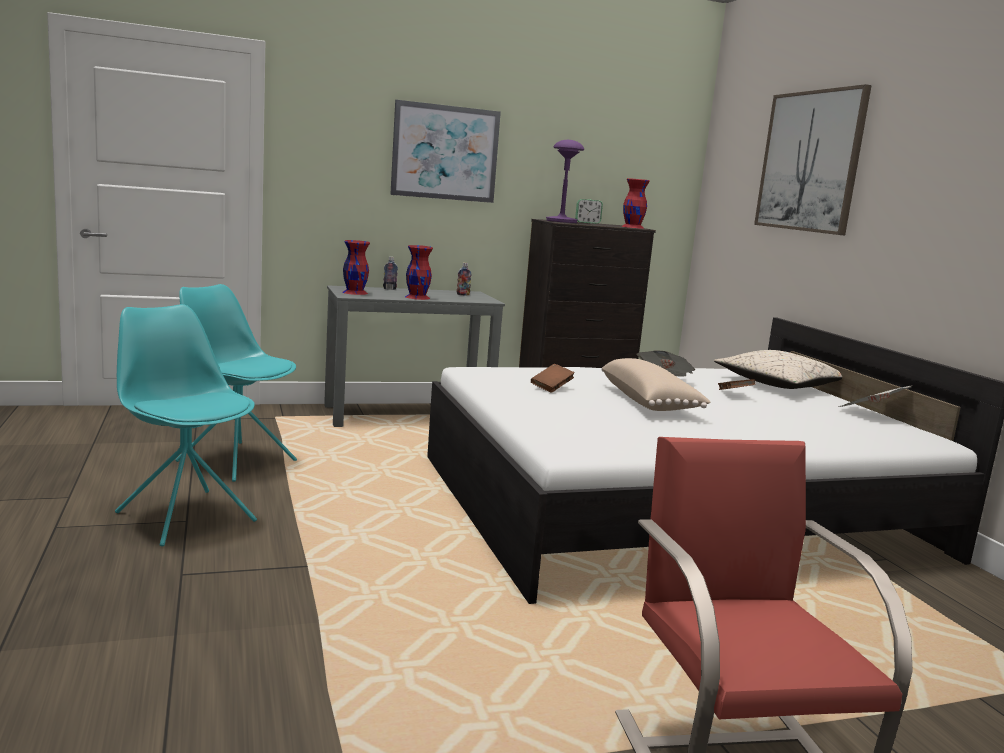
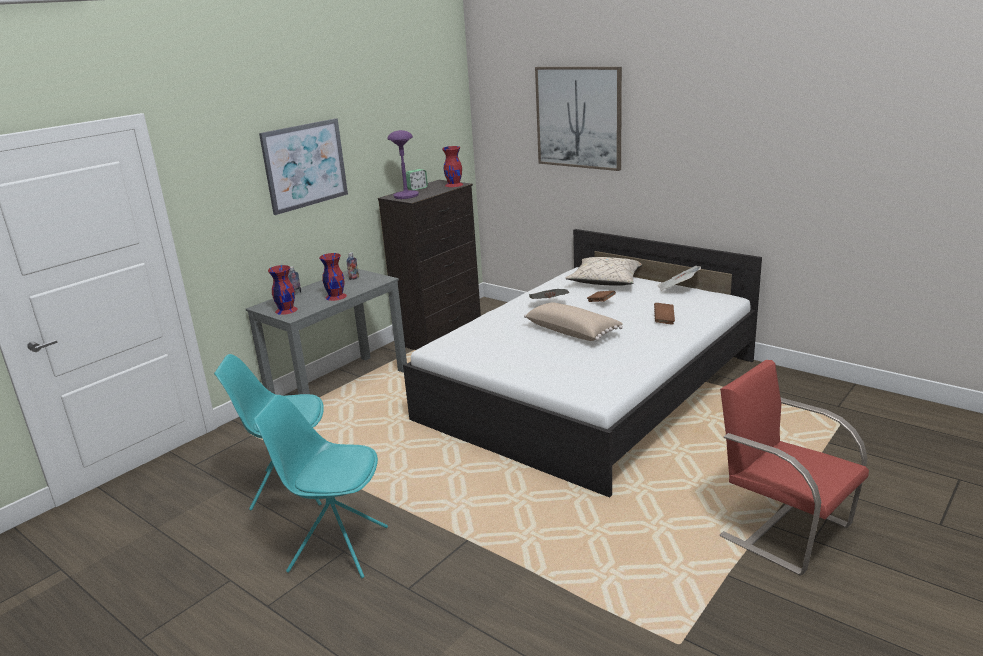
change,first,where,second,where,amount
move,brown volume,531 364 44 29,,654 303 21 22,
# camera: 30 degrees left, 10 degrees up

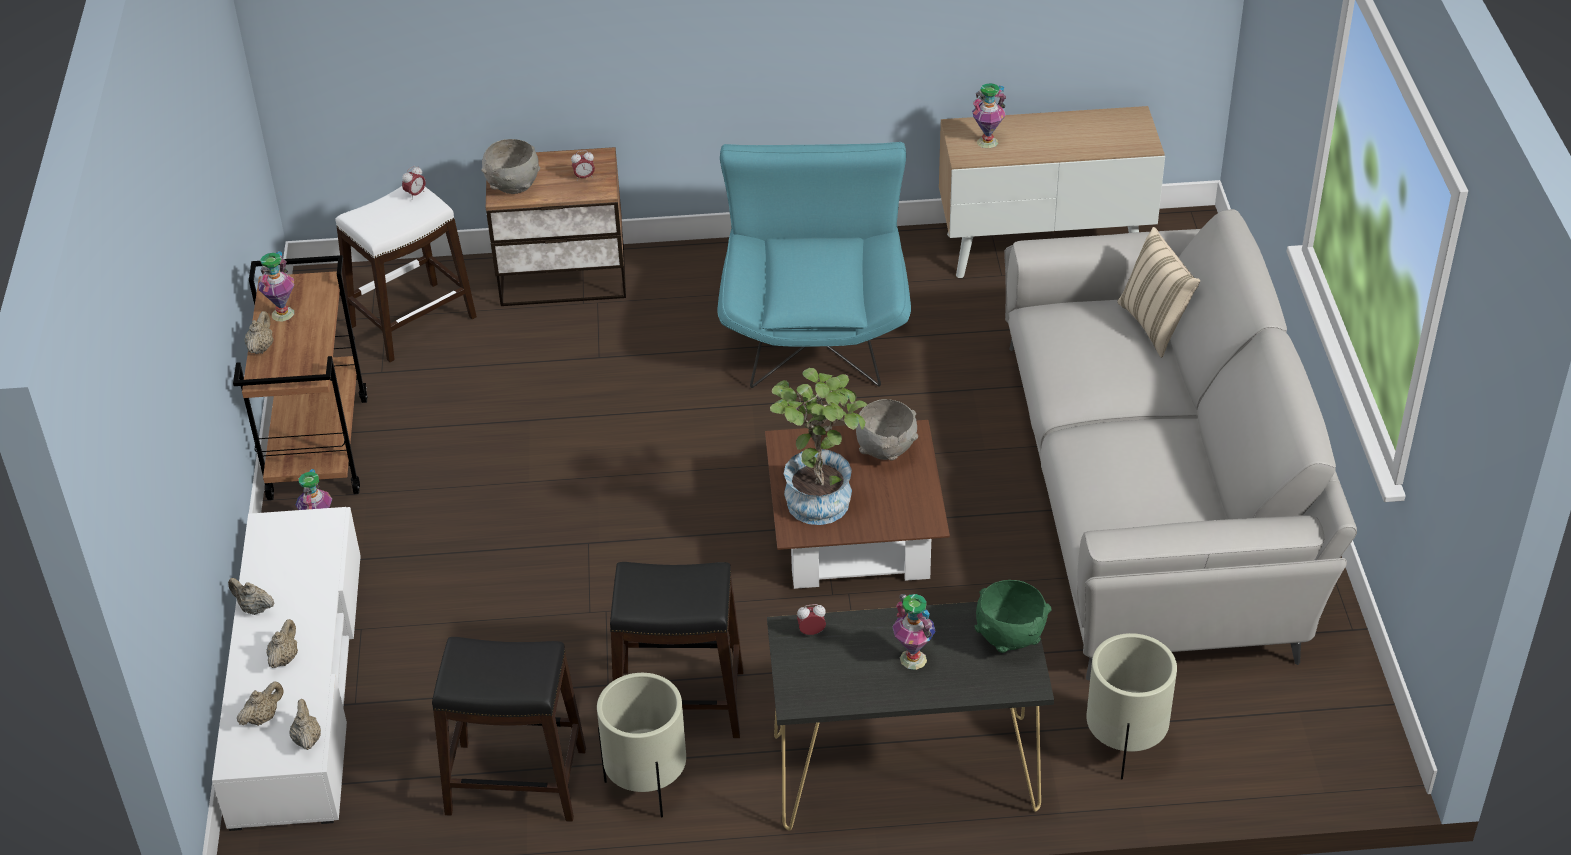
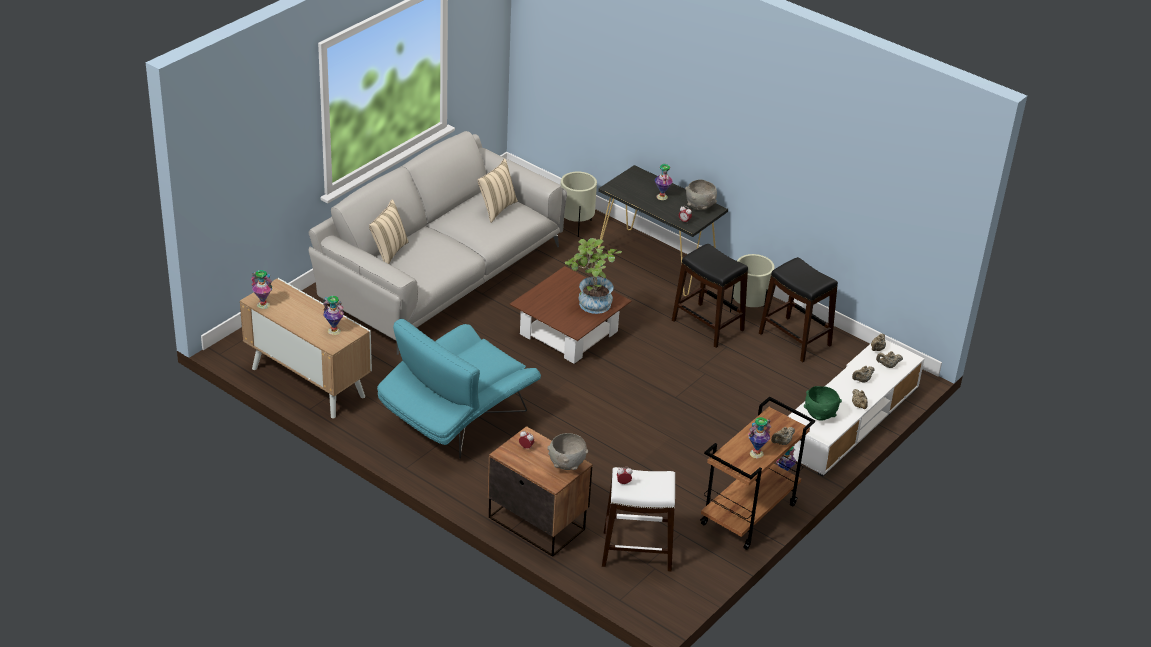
change,first,where,second,where,amount
insert,,,vase,251 270 21 39,
insert,,,sand-coloured pillow,478 158 40 65,
move,gray deep dish,856 399 62 62,,685 179 32 31,
move,greenish deep dish,975 580 77 73,,804 386 38 35,
# camera: 140 degrees left, 5 degrees down

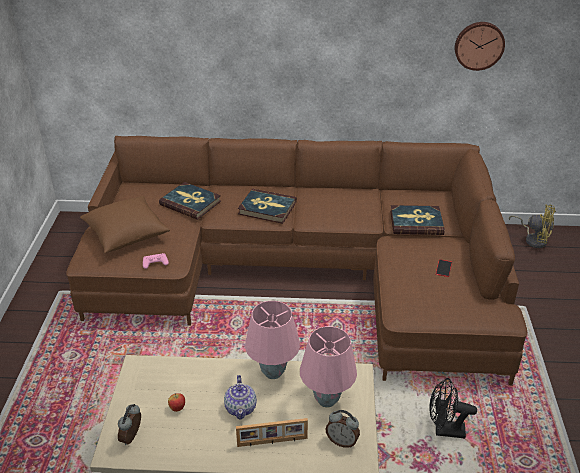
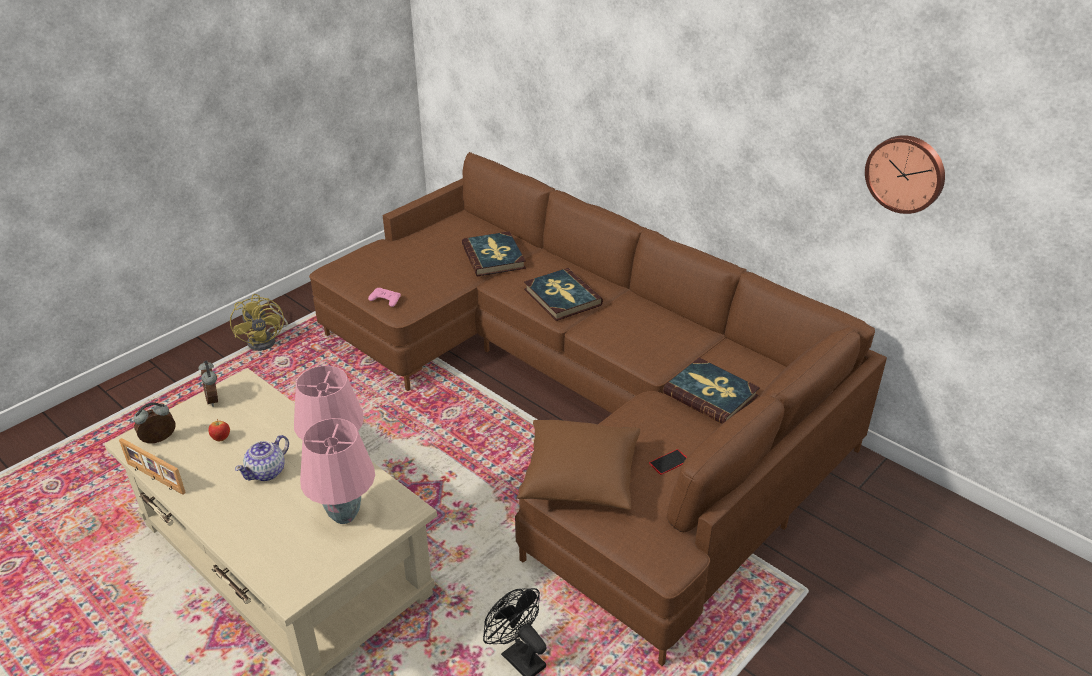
change,first,where,second,where,amount
move,brown pillow,80 196 90 57,,517 420 123 90,
move,photo frame,236 418 72 29,,119 438 67 57,
move,alarm clock,326 410 34 38,,198 361 20 46,
move,yellow cooling fan,509 205 47 43,,230 294 58 57,
# camera: 40 degrees right, 0 degrees up

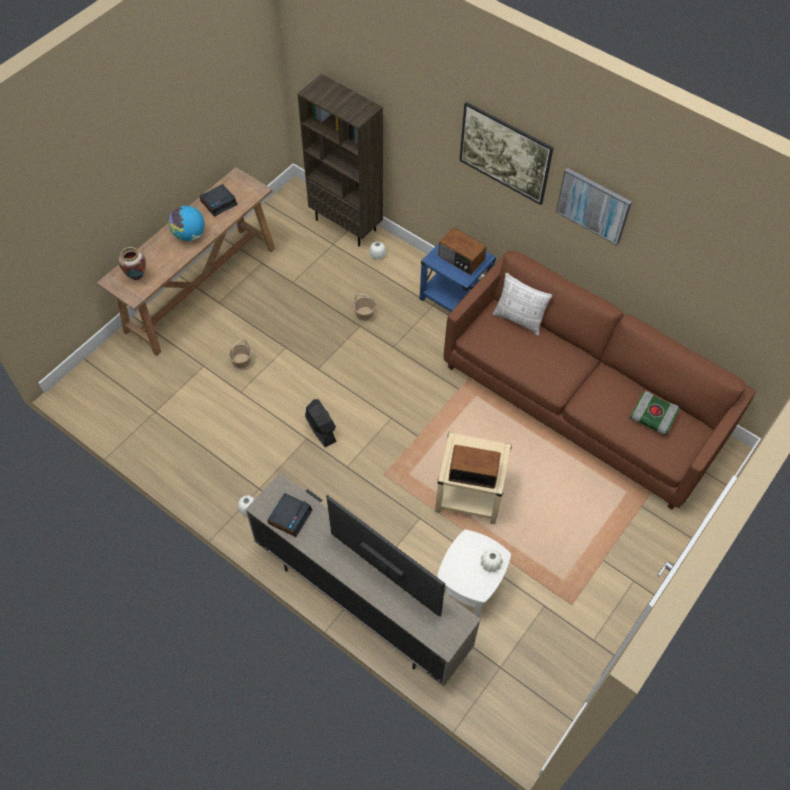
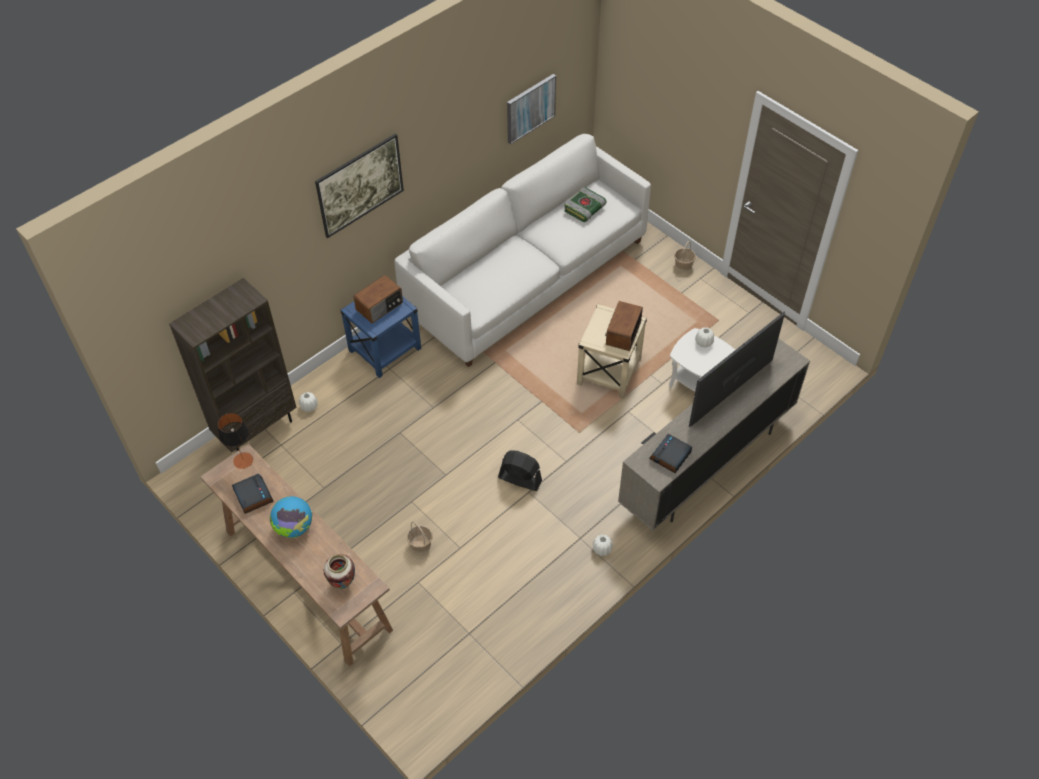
change,first,where,second,where,amount
delete,pillow,493 273 59 63,,,
insert,,,tabletop lamp,218 413 35 56,
move,household basket,353 294 23 28,,674 241 22 31,
move,wall picture,556 168 76 77,,507 74 49 70,
recolor,brown sofa,443 251 312 259,whitish sofa,394 134 257 233,
rotate,alarm clock,267 493 45 44,,650 434 42 39,90 degrees counterclockwise
rotate,black-coloured cooling fan,305 399 32 48,,498 450 44 41,45 degrees clockwise
# camera: 80 degrees left, 5 degrees down

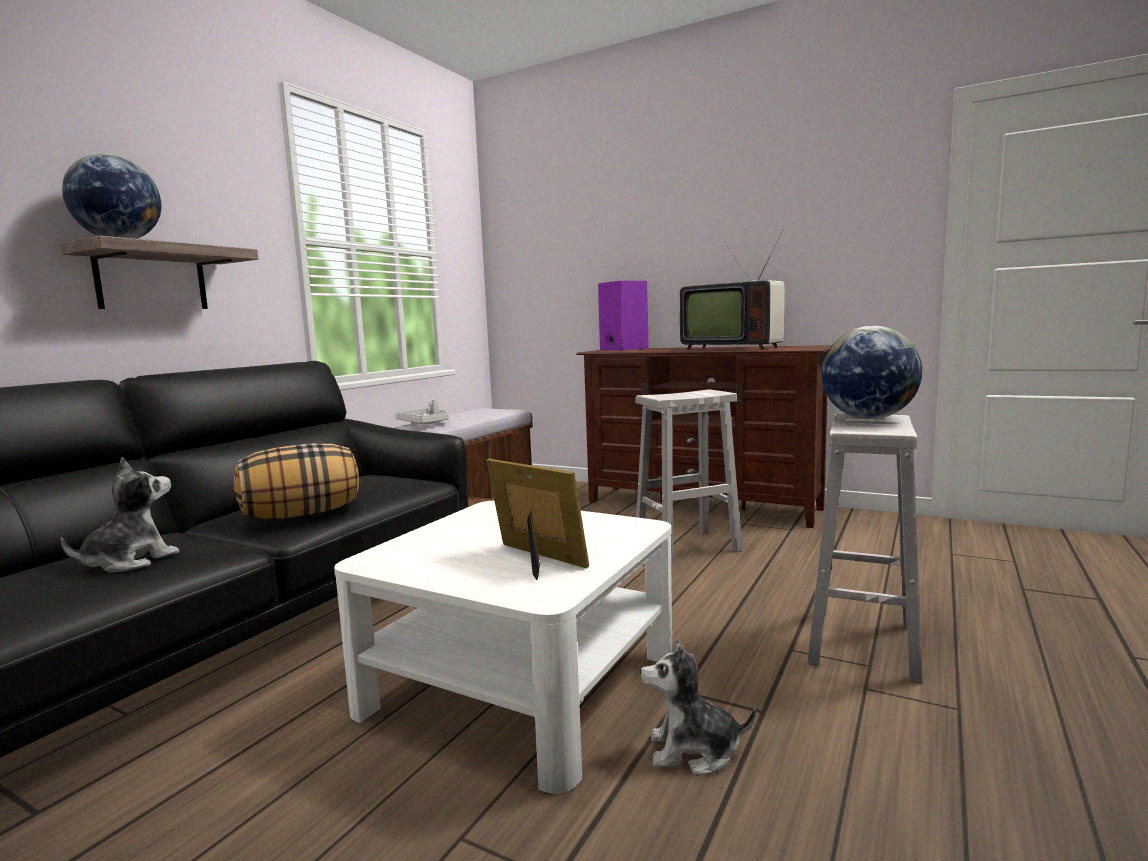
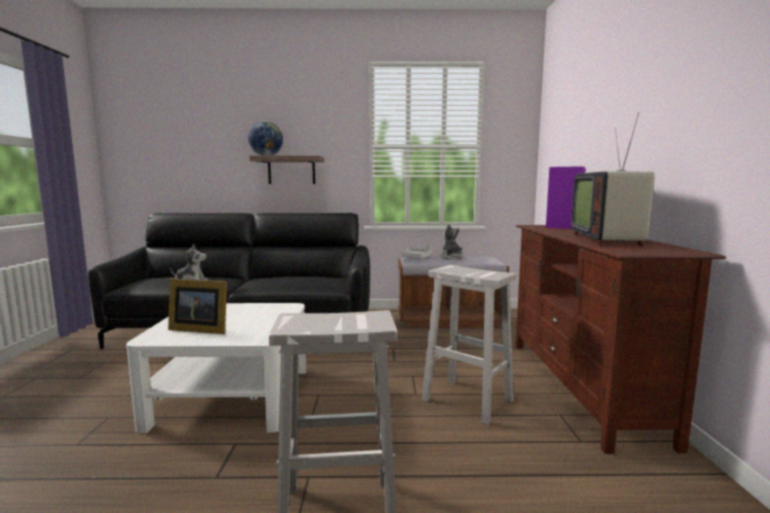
change,first,where,second,where,amount
delete,pillow,234 444 125 75,,,
delete,world globe,821 326 101 93,,,
move,cuddly toy,640 639 116 136,,439 224 24 36,
rotate,photo frame,486 459 103 121,,168 279 59 55,90 degrees clockwise
# camera: 60 degrees right, 0 degrees up

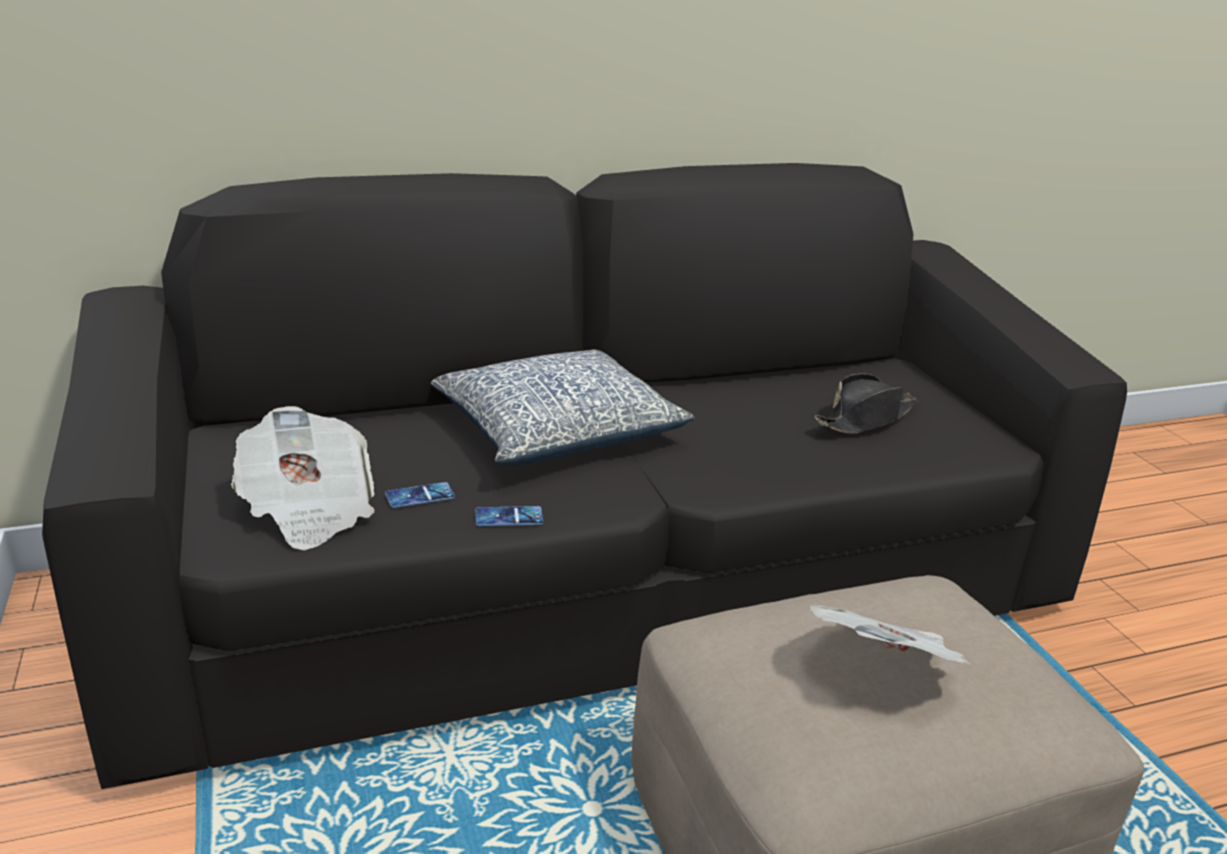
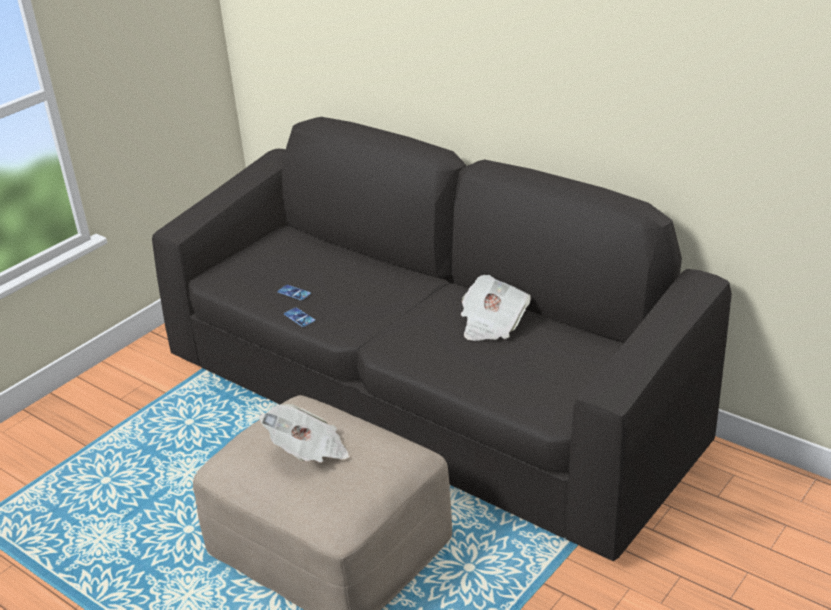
change,first,where,second,where,amount
delete,pillow,431 349 264 116,,,
delete,black-coloured hat,815 374 103 60,,,
move,newspaper,231 406 143 144,,461 275 70 66,
# camera: 60 degrees right, 5 degrees up

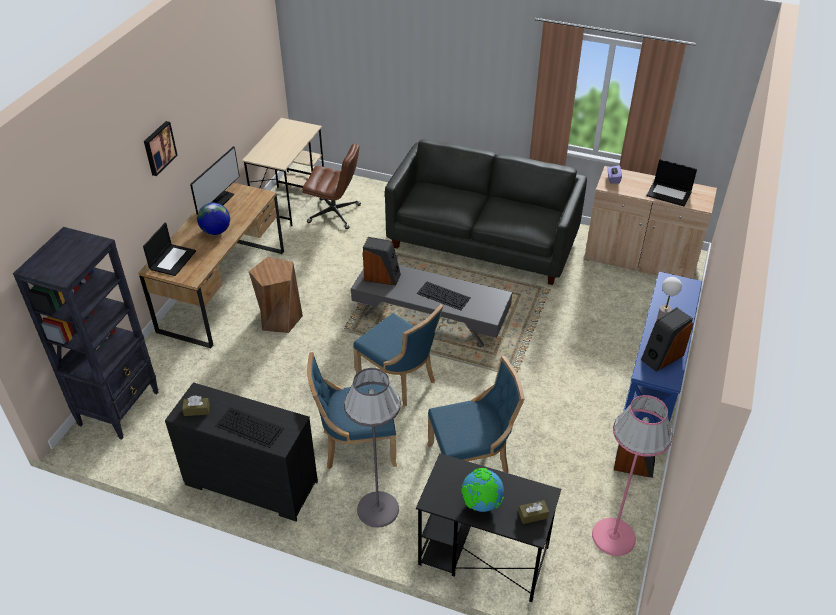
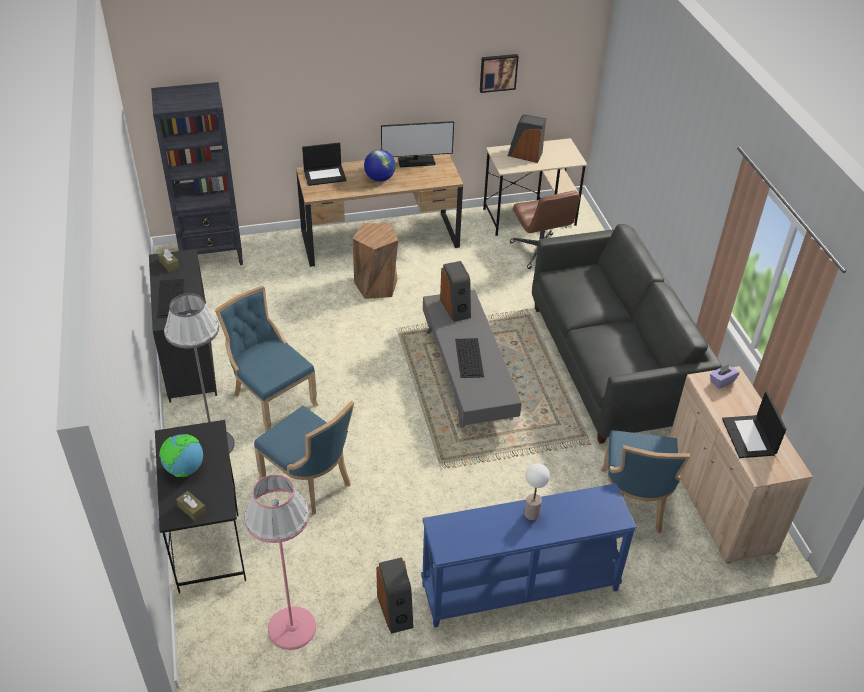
change,first,where,second,where,amount
move,wall picture,144 121 34 55,,480 54 39 39,
move,blue plain chair,353 304 90 102,,601 430 89 104,
move,audio speaker,641 307 52 65,,508 114 38 49,
# camera: 55 degrees right, 0 degrees up

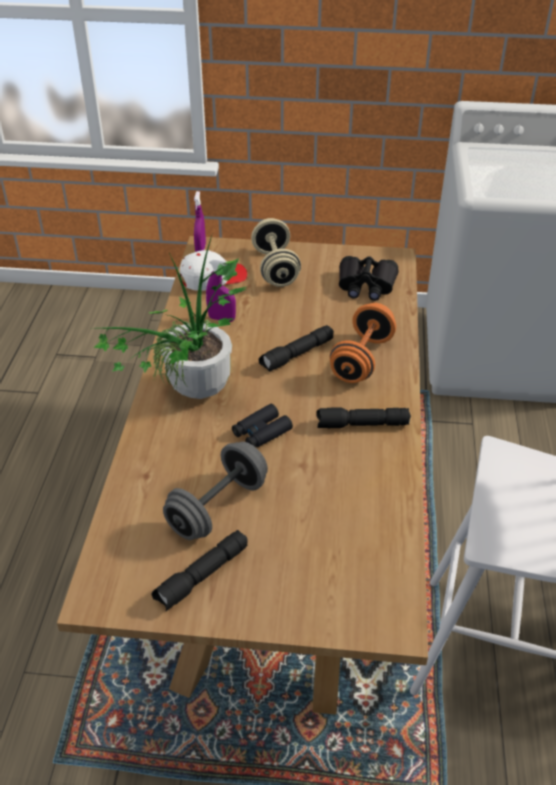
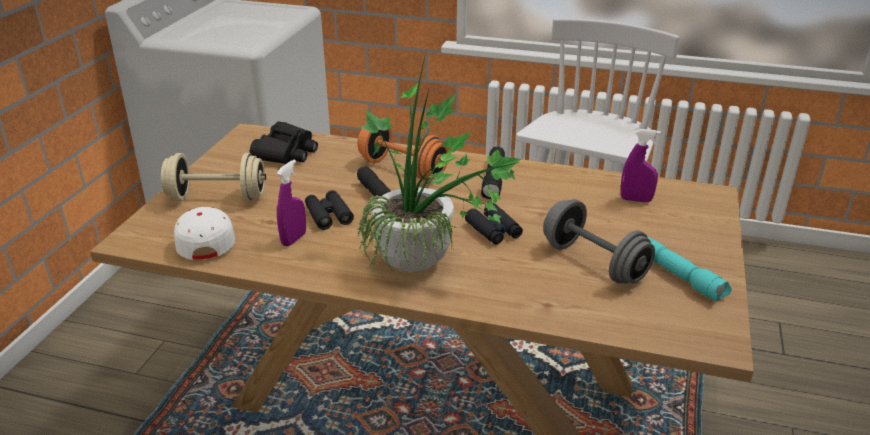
change,first,where,second,where,amount
insert,,,black-coloured field glasses,305 190 49 40,
move,purple spray bottle,194 191 12 61,,621 129 40 73,
recolor,black-coloured flashlight,152 530 96 81,blue-green flashlight,648 237 84 65,
# camera: 80 degrees left, 10 degrees down

